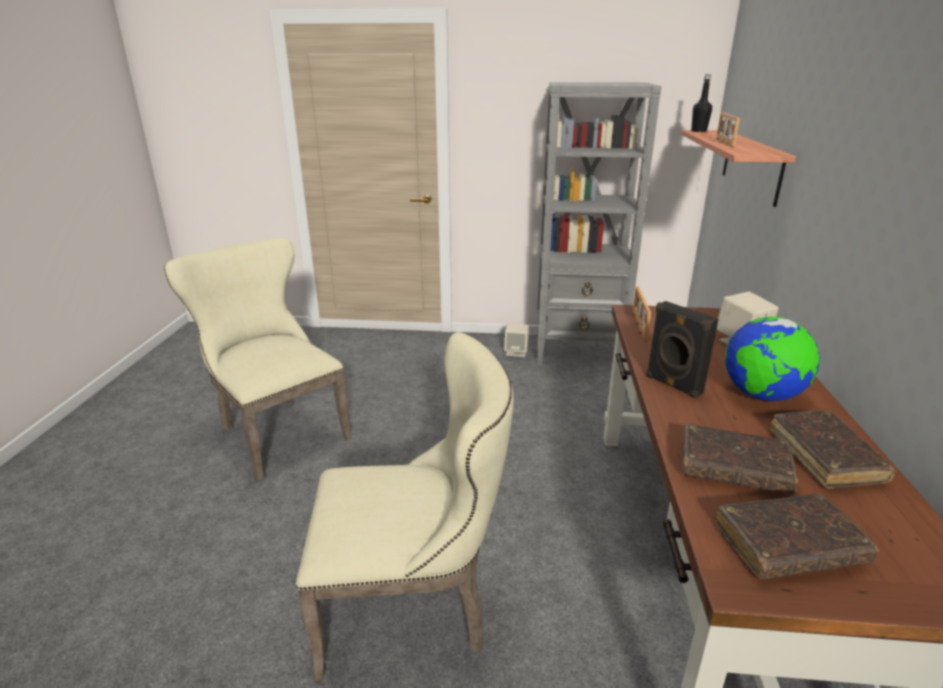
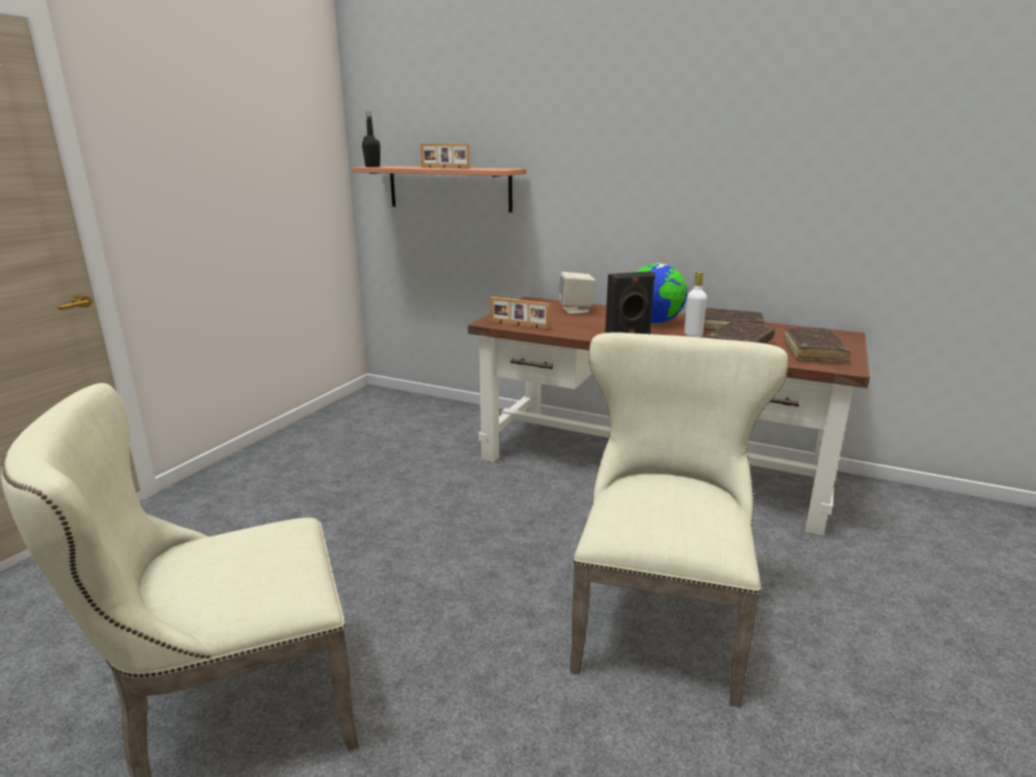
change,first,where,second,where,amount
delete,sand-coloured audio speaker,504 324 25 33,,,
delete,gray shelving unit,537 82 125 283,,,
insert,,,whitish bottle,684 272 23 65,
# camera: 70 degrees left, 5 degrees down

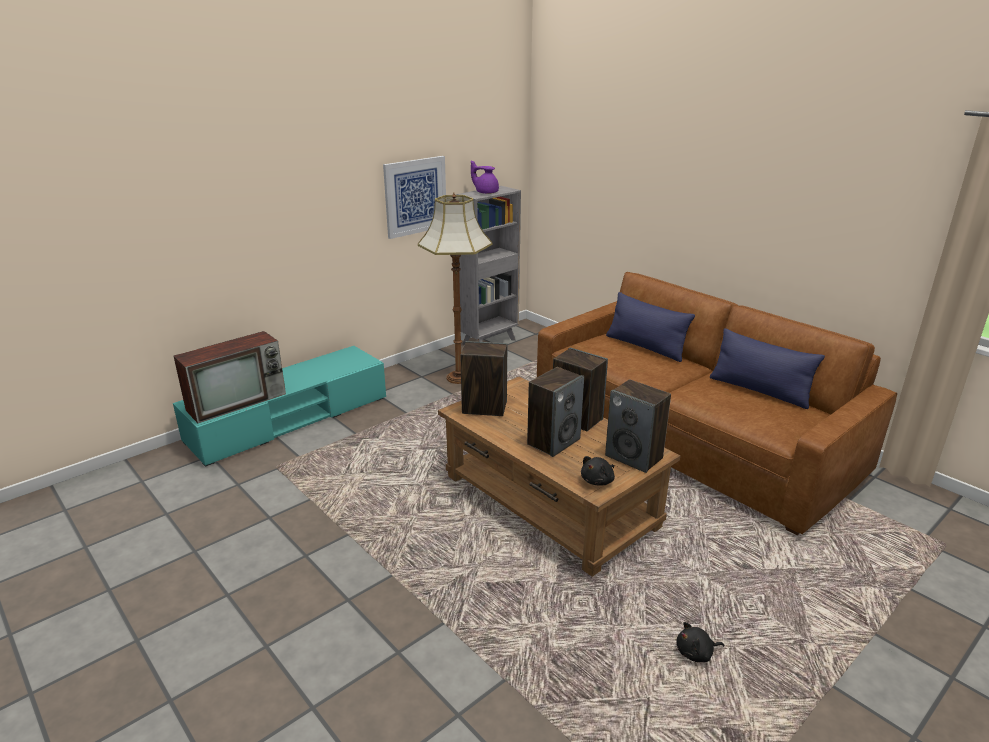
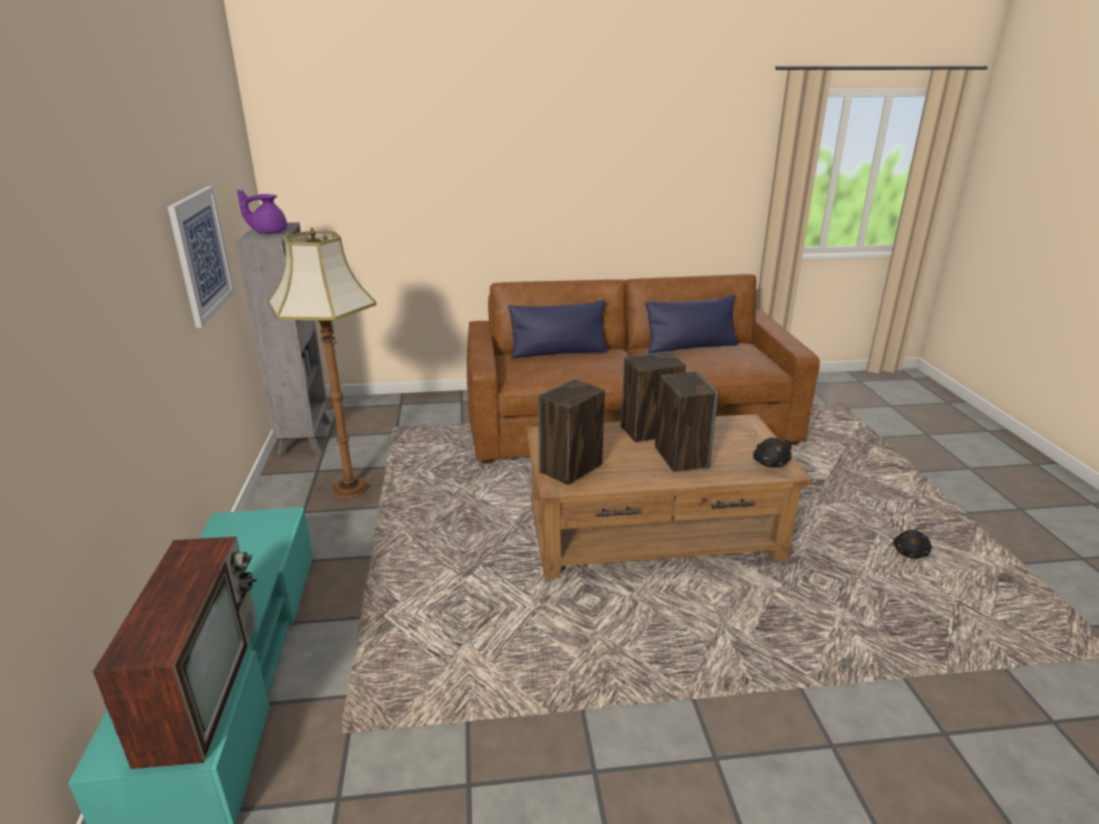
change,first,where,second,where,amount
delete,audio speaker,605 379 66 94,,,
# camera: 55 degrees left, 0 degrees up

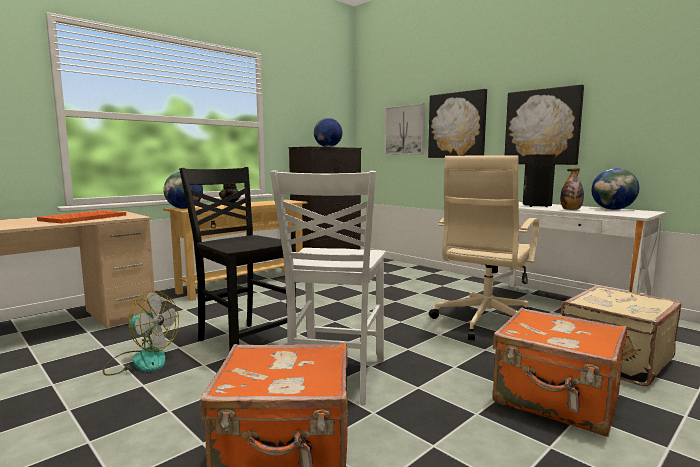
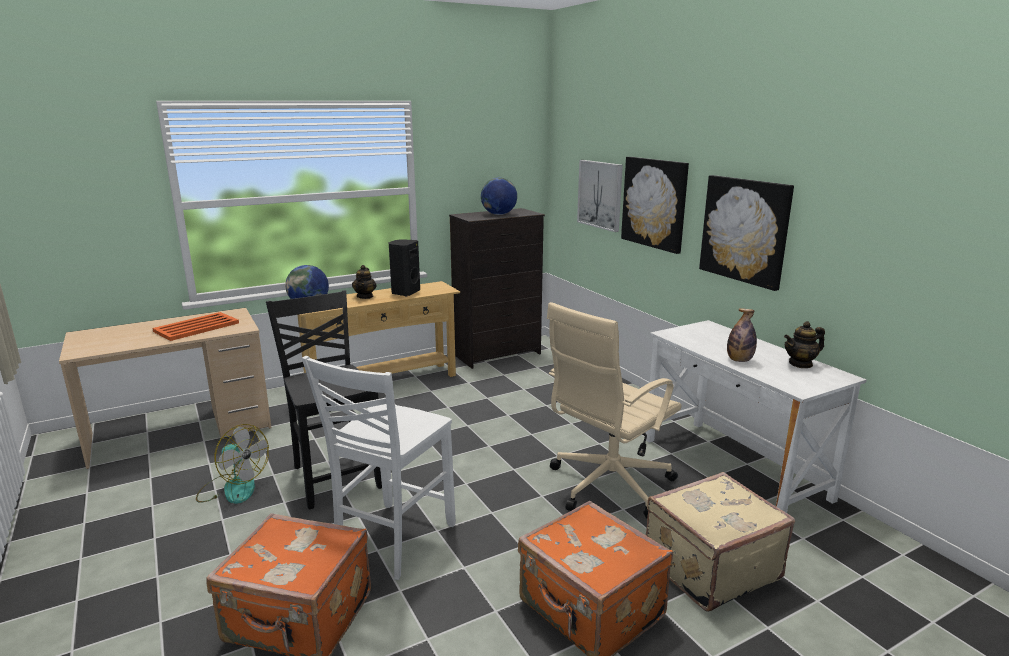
change,first,where,second,where,amount
move,black-coloured audio speaker,523 154 33 53,,389 239 31 57,
replace,world globe,592 168 47 42,tea pot,784 321 41 47,
# camera: 15 degrees right, 10 degrees up

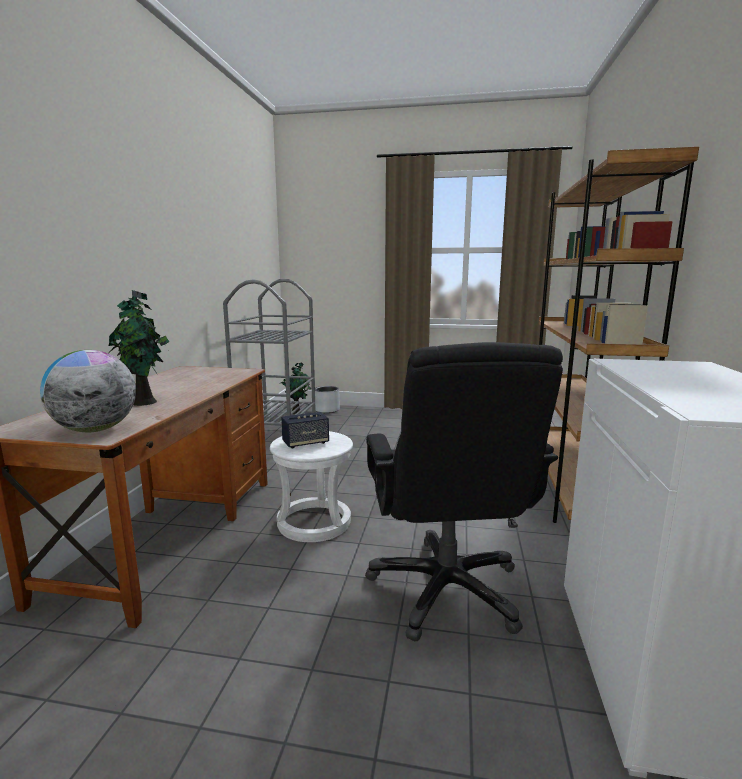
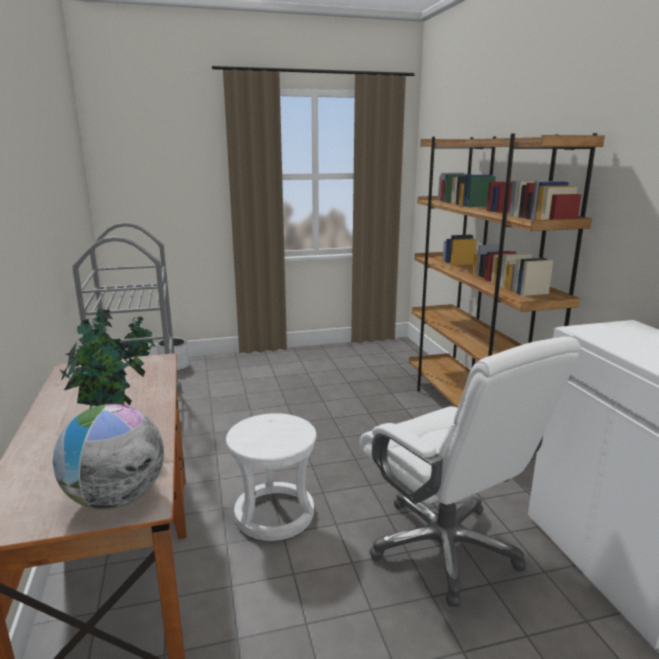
change,first,where,second,where,amount
delete,audio speaker,281 412 48 36,,,
recolor,black-coloured computer chair,365 342 198 300,whitish computer chair,360 336 220 271,
# camera: 25 degrees left, 5 degrees up

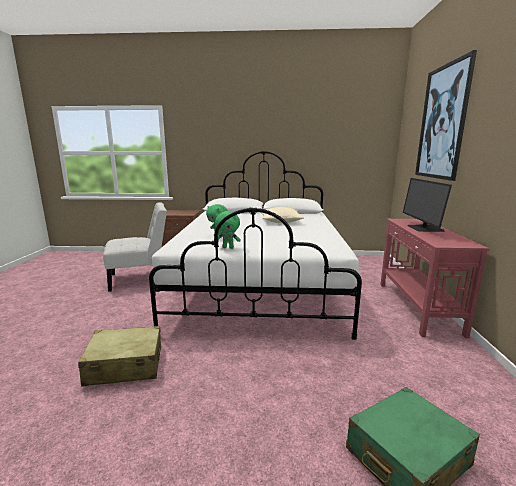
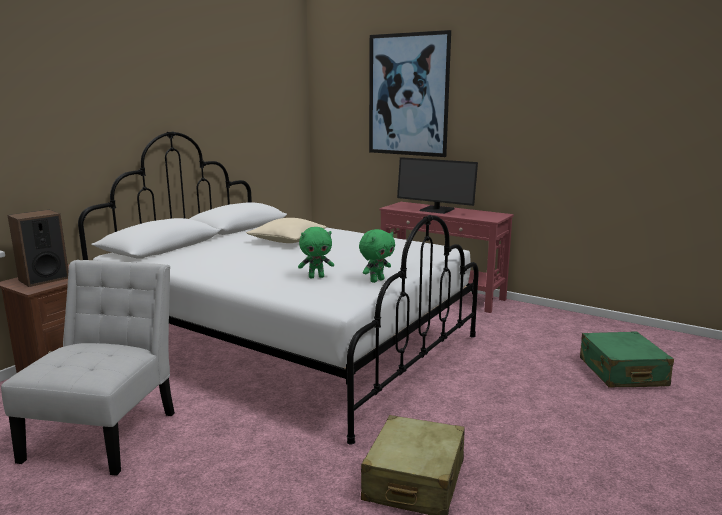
change,first,where,second,where,amount
insert,,,audio speaker,8 210 60 77,
# camera: 60 degrees left, 0 degrees up

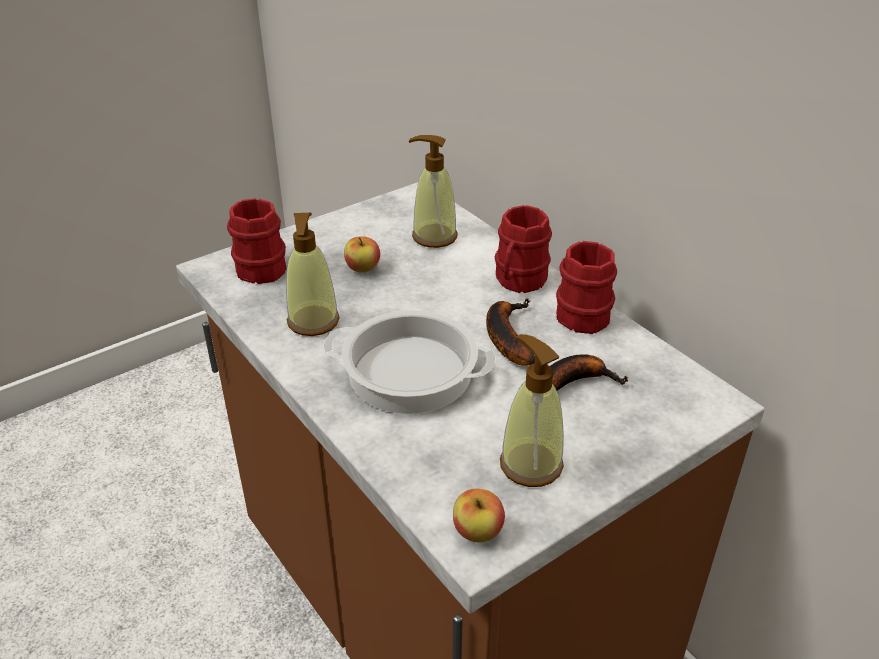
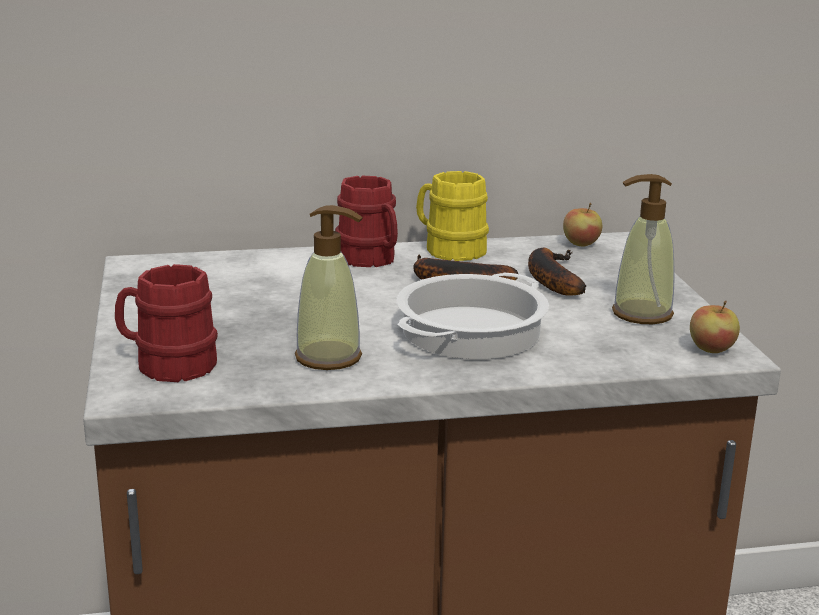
change,first,where,second,where,amount
delete,liquid soap bottle,409 135 48 113,,,
move,apple,344 236 36 37,,563 203 39 44,
recolor,red tea mug,556 241 61 93,yellow tea mug,416 171 73 90,
# camera: 65 degrees left, 15 degrees down

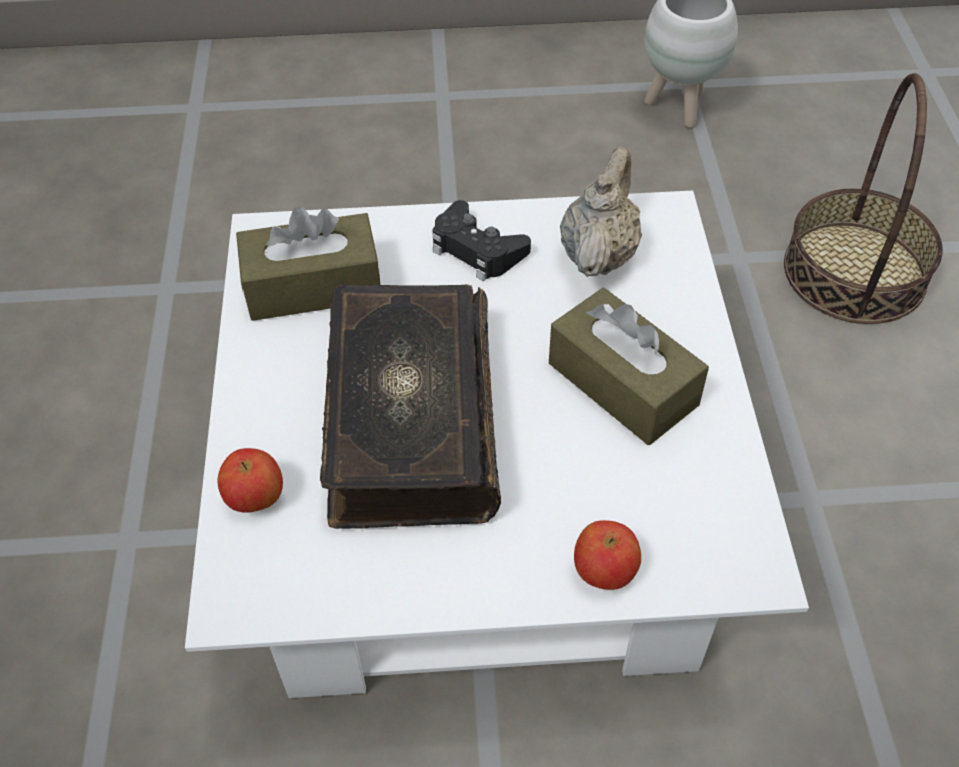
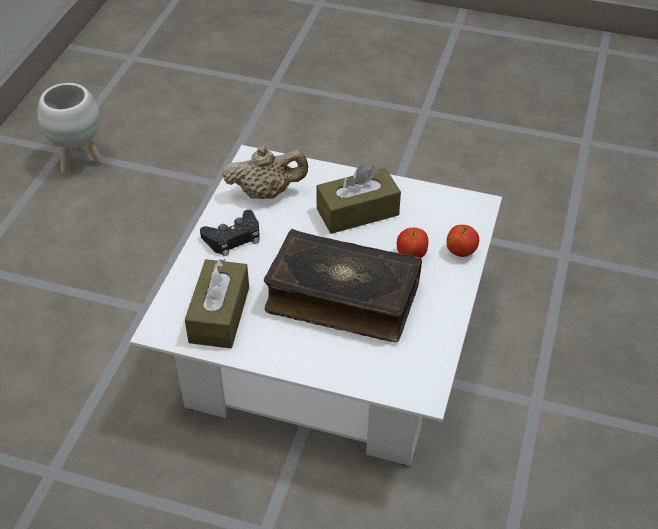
change,first,where,second,where,amount
delete,household basket,784 73 159 251,,,
move,apple,217 448 66 65,,397 228 31 30,
rotate,sand-coloured tea pot,560 147 82 130,,222 145 86 54,135 degrees clockwise
# camera: 70 degrees left, 5 degrees down

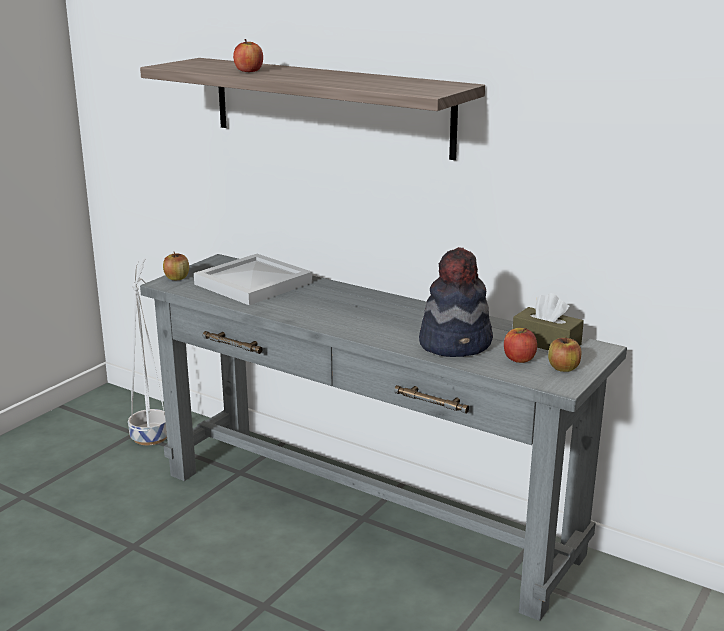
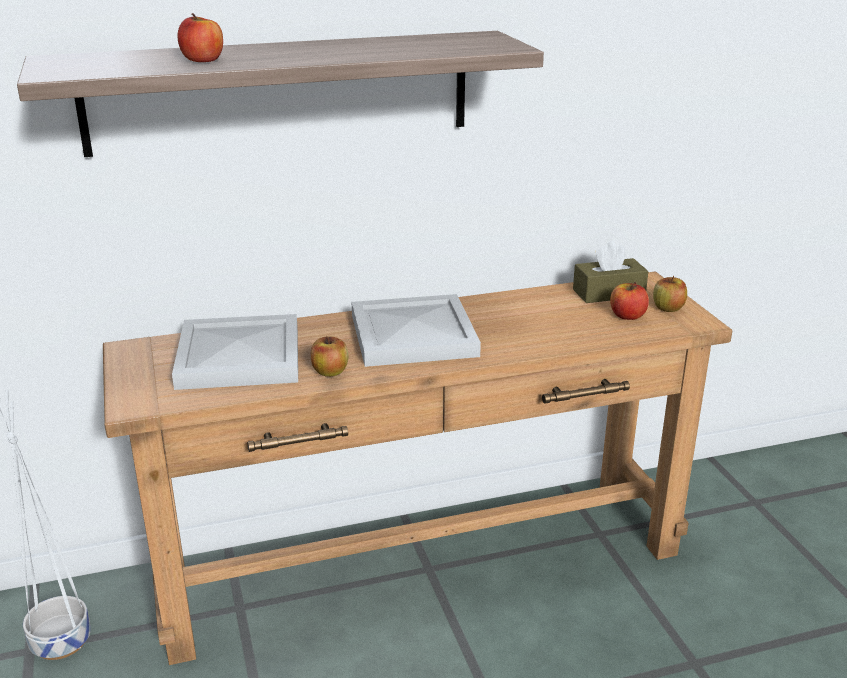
change,first,where,second,where,amount
delete,hat,419 247 74 110,,,
insert,,,whitish serving tray,352 294 129 73,
move,apple,163 252 26 28,,311 336 38 41,
recolor,gray narrow table,140 254 487 367,brown narrow table,103 272 629 393,
# camera: 50 degrees left, 5 degrees up

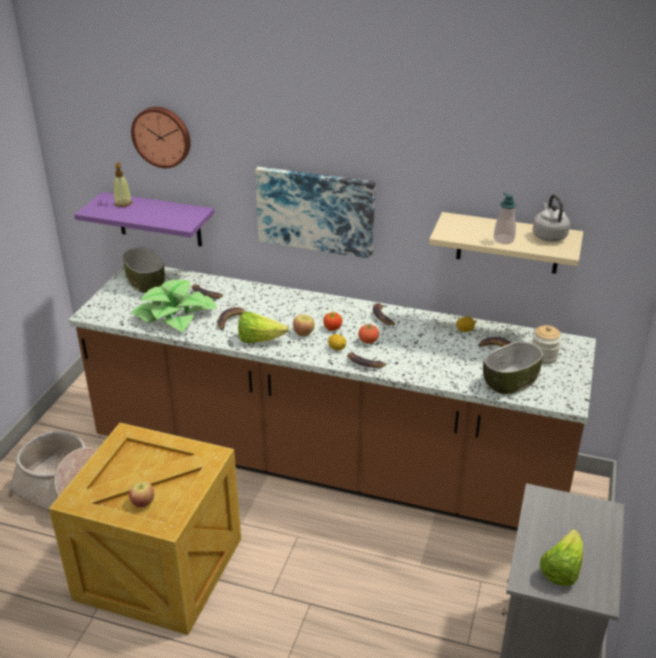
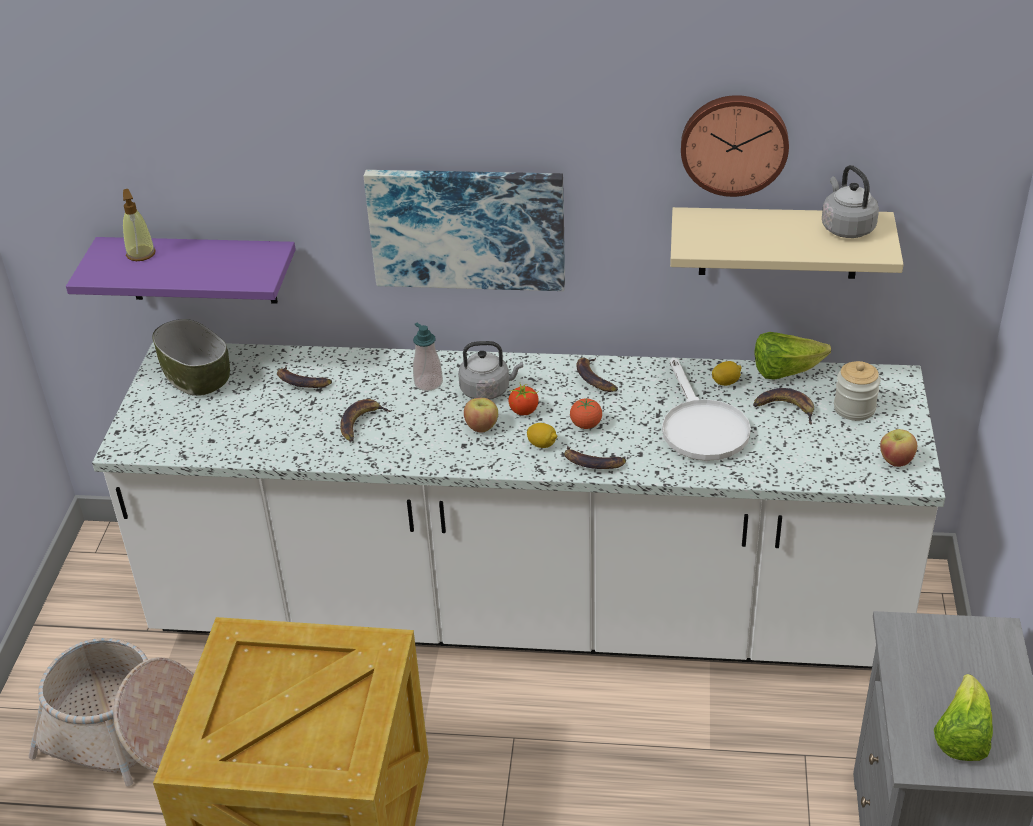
change,first,where,second,where,amount
delete,potted plant,131 280 86 52,,,
delete,deep dish,483 341 60 53,,,
insert,,,gray water kettle,458 341 65 59,
insert,,,whitish skillet,662 357 89 104,
move,apple,129 481 25 26,,880 429 37 38,
move,wall clock,131 107 60 61,,681 95 108 102,
move,head of lettuce,238 312 51 31,,755 332 76 48,
move,liquid soap bottle,494 192 23 52,,413 323 30 68,
recolor,brown kitchen counter,69 266 527 264,whitish kitchen counter,92 342 853 327,
# camera: 10 degrees left, 5 degrees up

